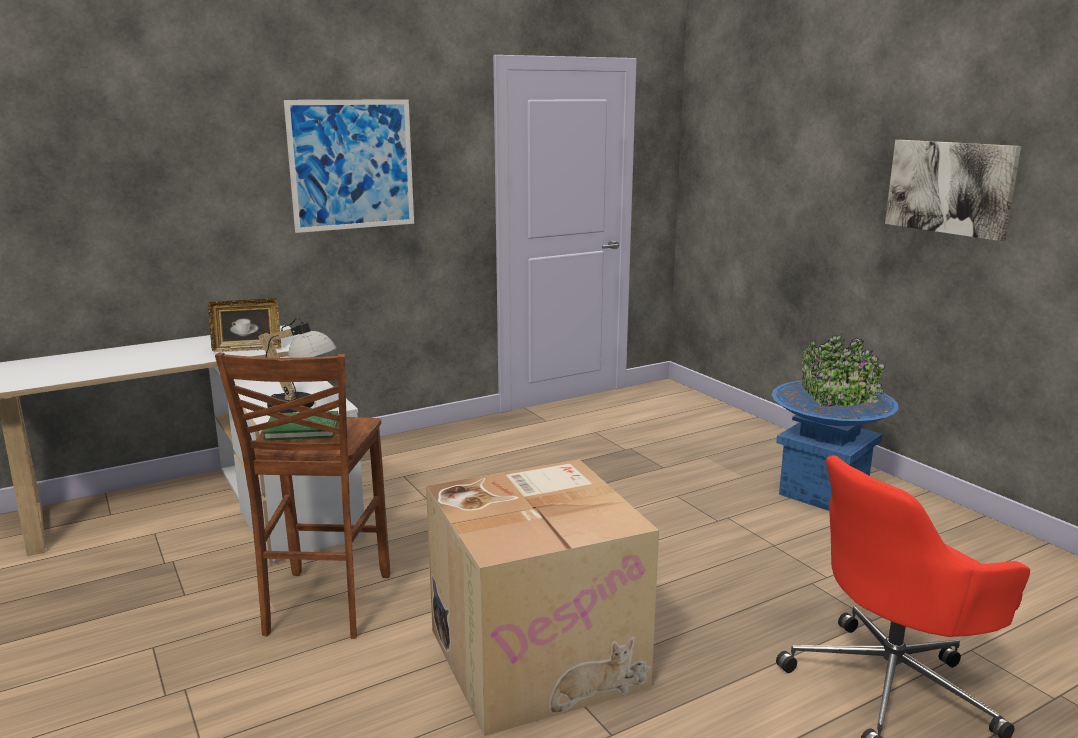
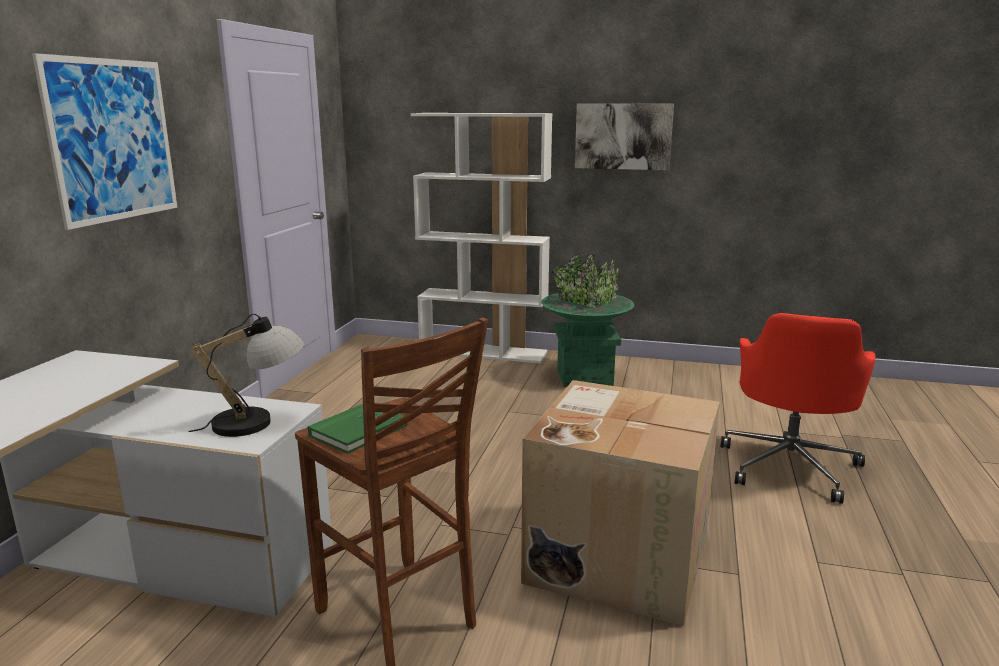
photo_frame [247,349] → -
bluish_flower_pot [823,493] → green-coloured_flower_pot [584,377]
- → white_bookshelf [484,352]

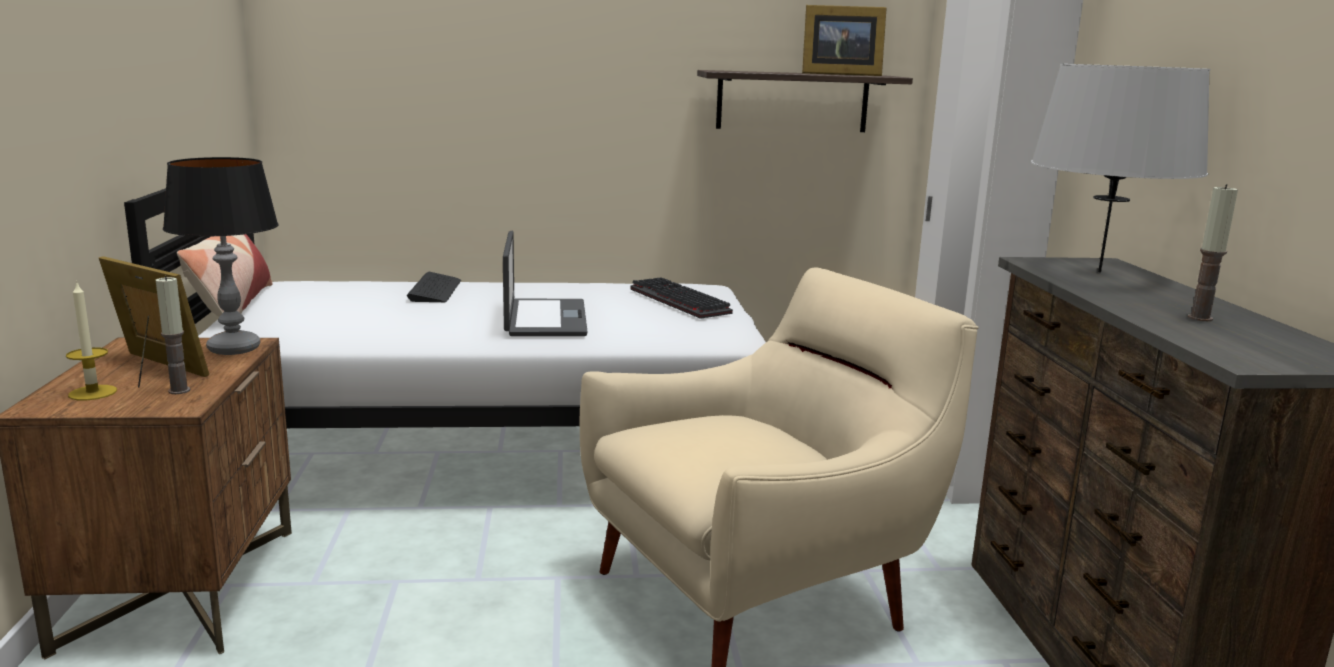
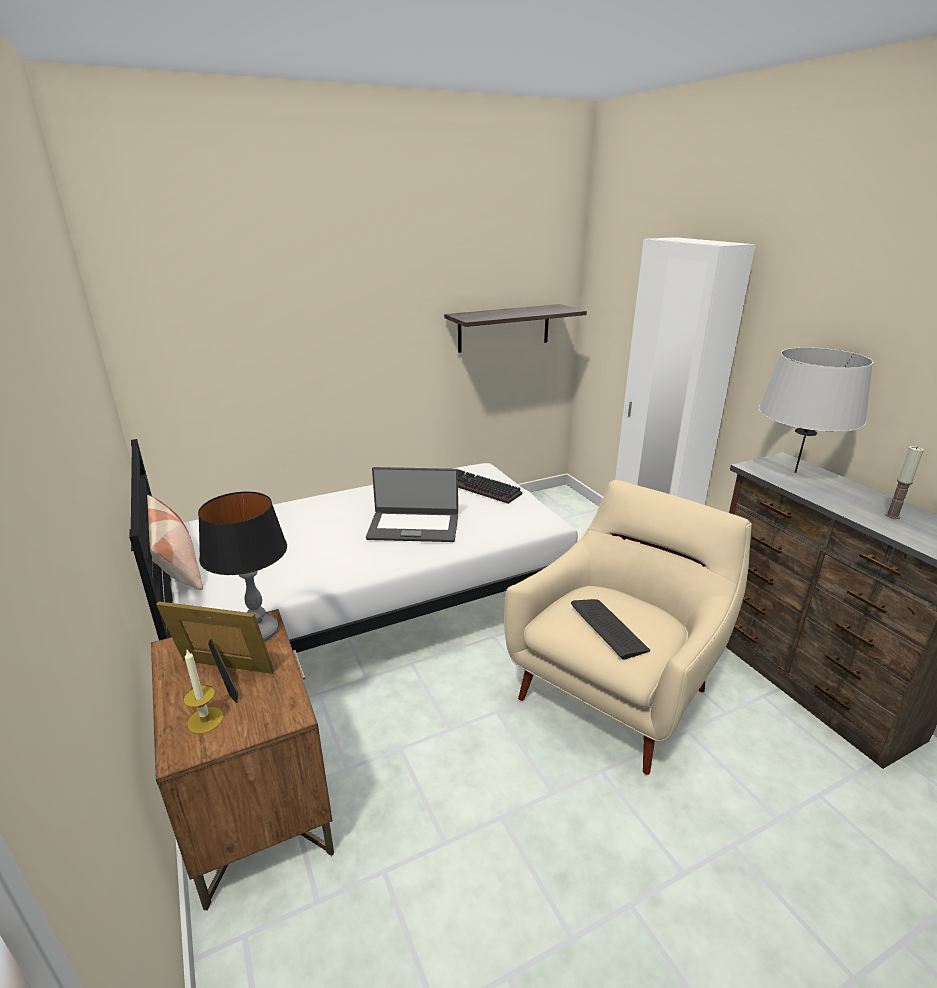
photo_frame [838,74] → -
laptop [544,319] → laptop [413,527], 120 degrees clockwise
keyboard [435,290] → keyboard [608,628], move
wax_candle [179,390] → -

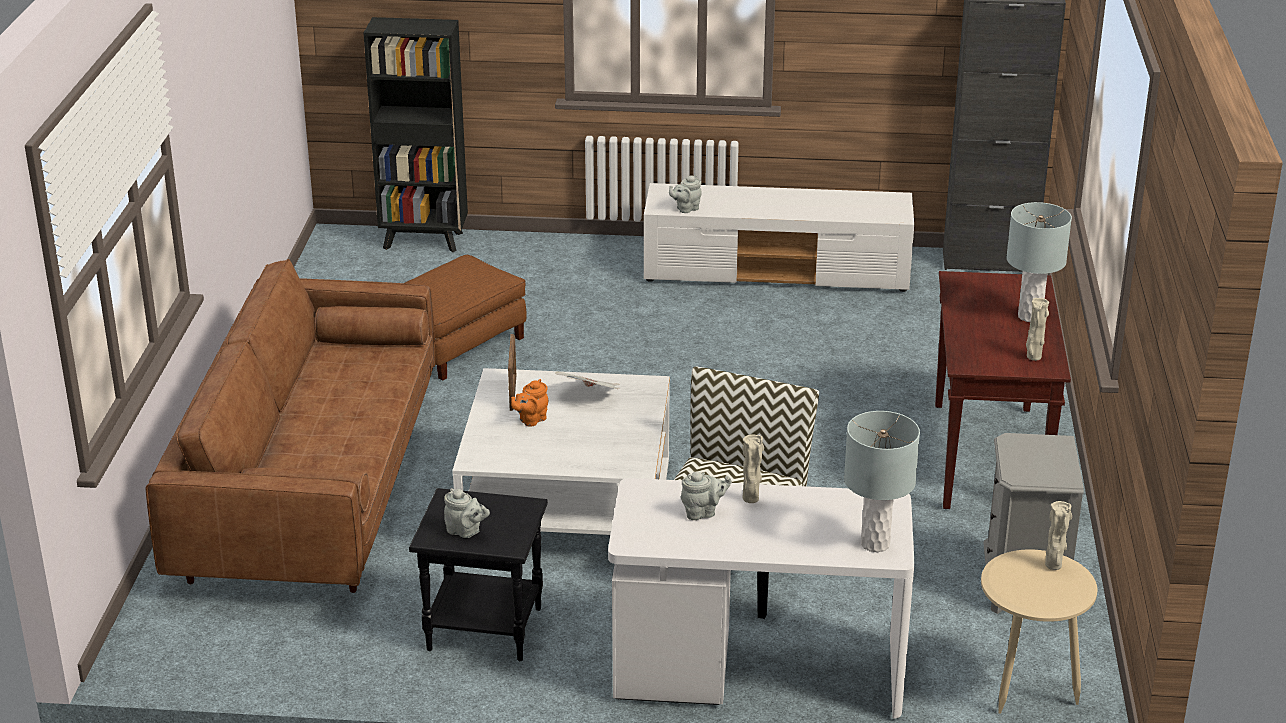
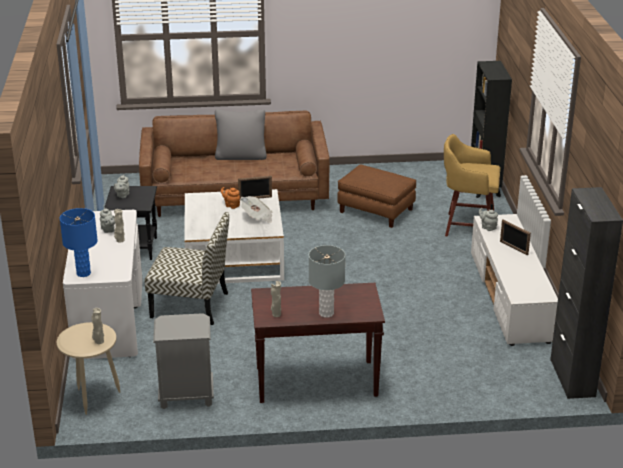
greyish_table_lamp [875,544] → bluish_table_lamp [83,273]
- → greyish_pillow [241,156]
- → yellow-coloured_stool [467,226]
- → photo_frame [513,248]

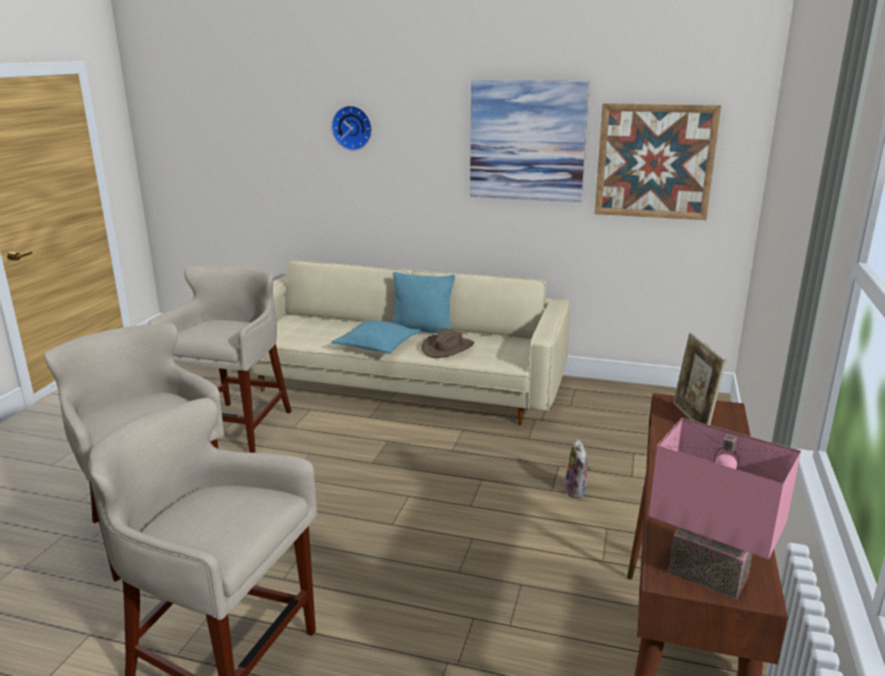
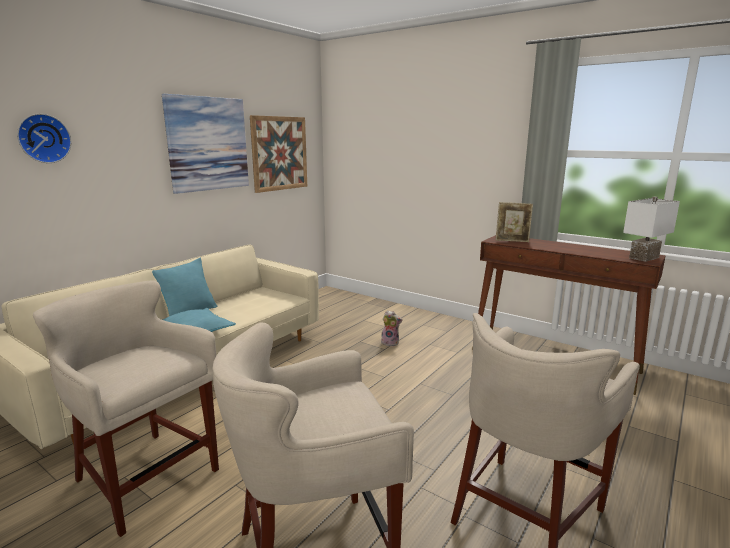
brown_clothing_hat [447,348] → -
pinkish_table_lamp [710,572] → white_table_lamp [642,257]

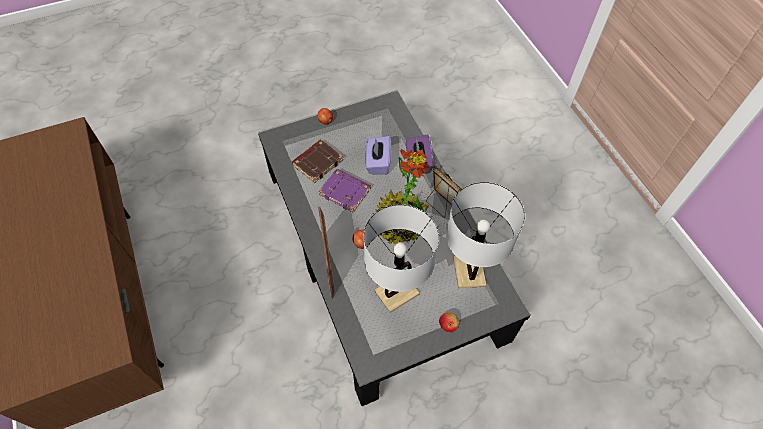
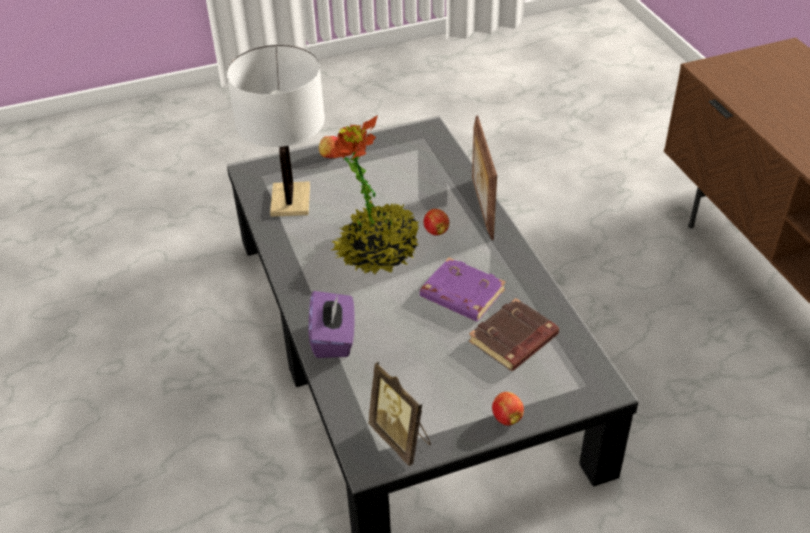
purplish_tissue_box [378,162] → -
photo_frame [441,205] → photo_frame [401,438], move
white_table_lamp [396,292] → -

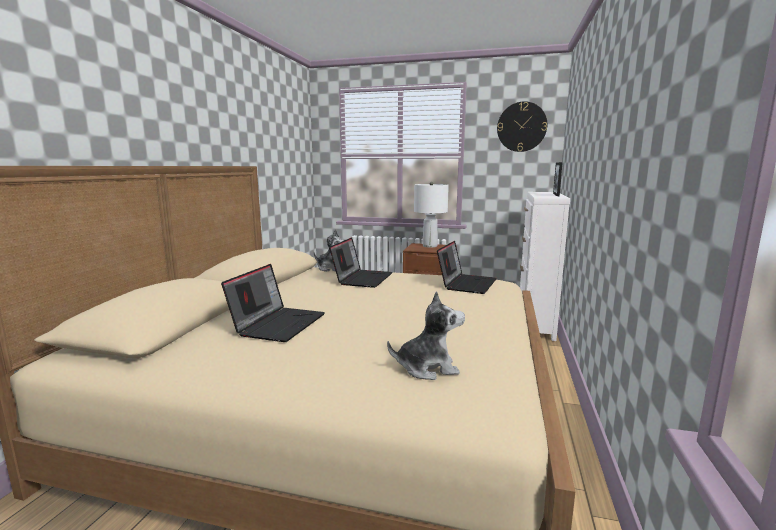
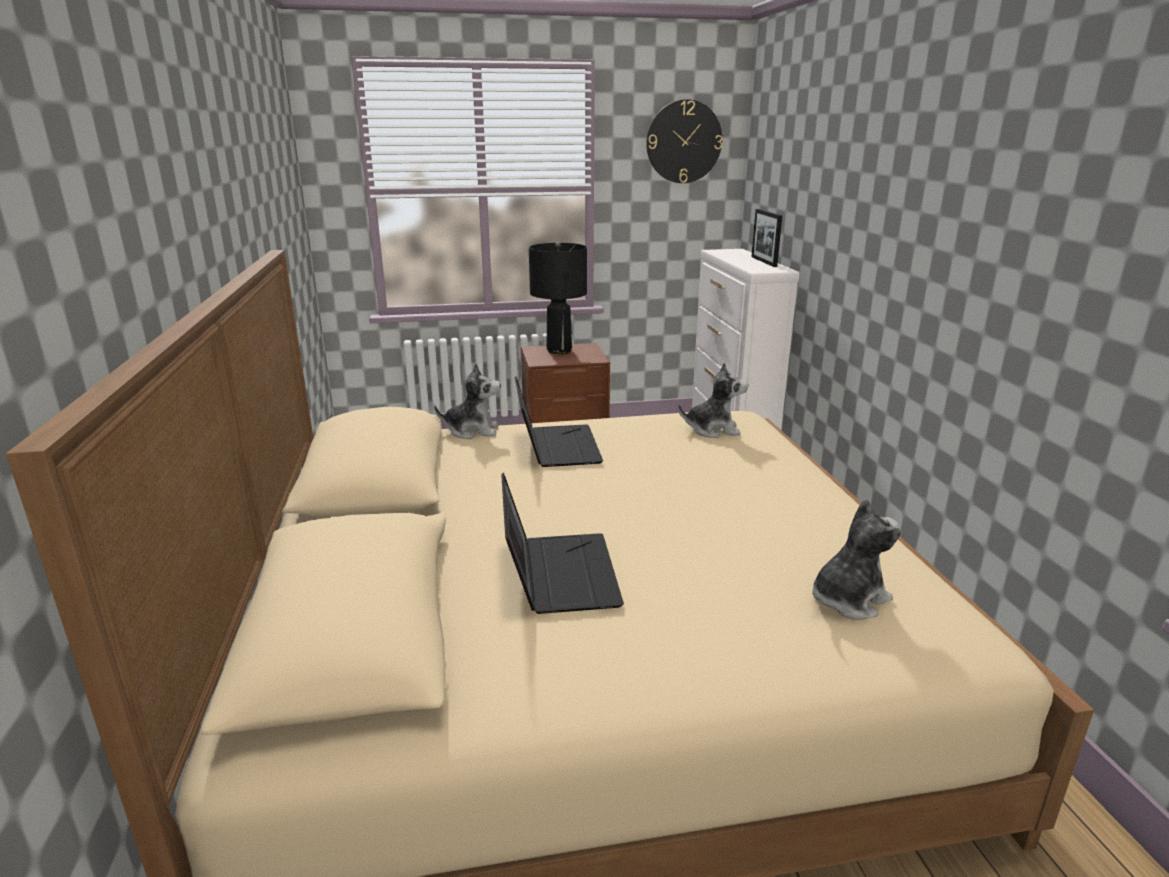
white_table_lamp [429,246] → black_table_lamp [559,350]
laptop [466,284] → plush_toy [712,430]

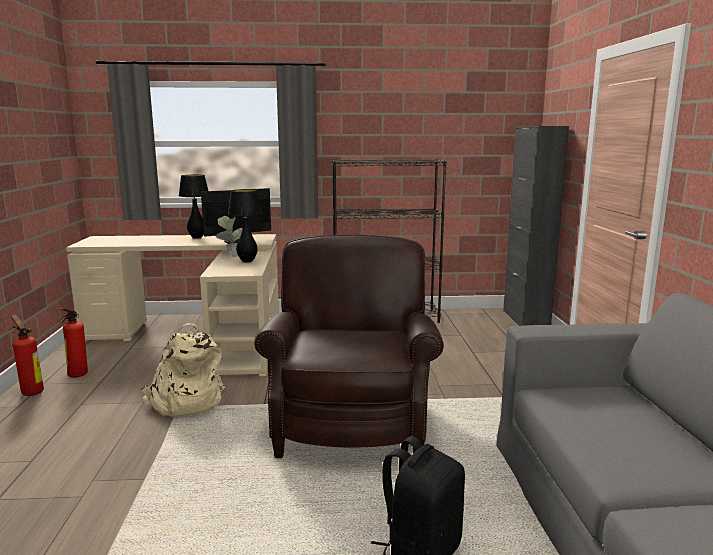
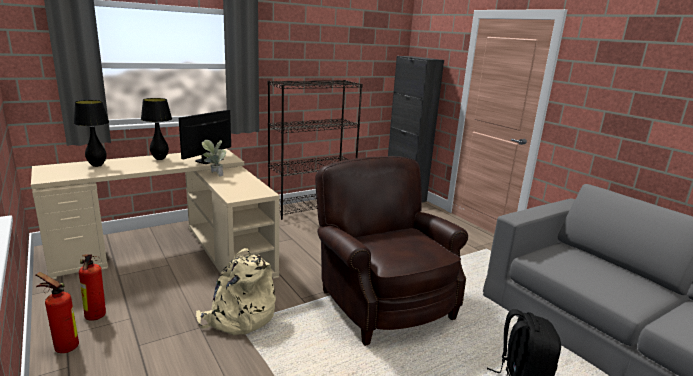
black_table_lamp [247,261] → black_table_lamp [97,165], move

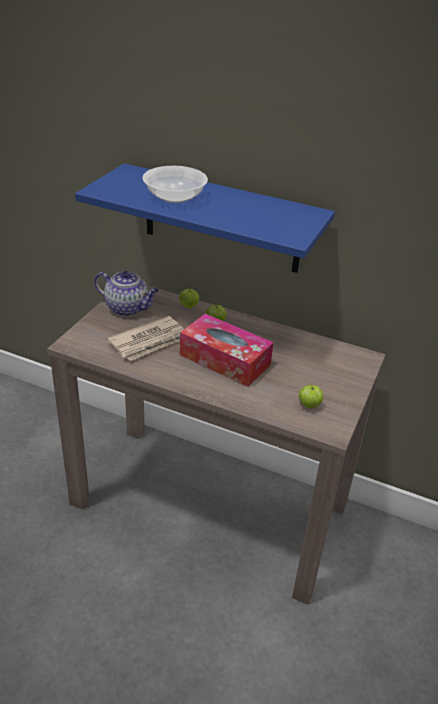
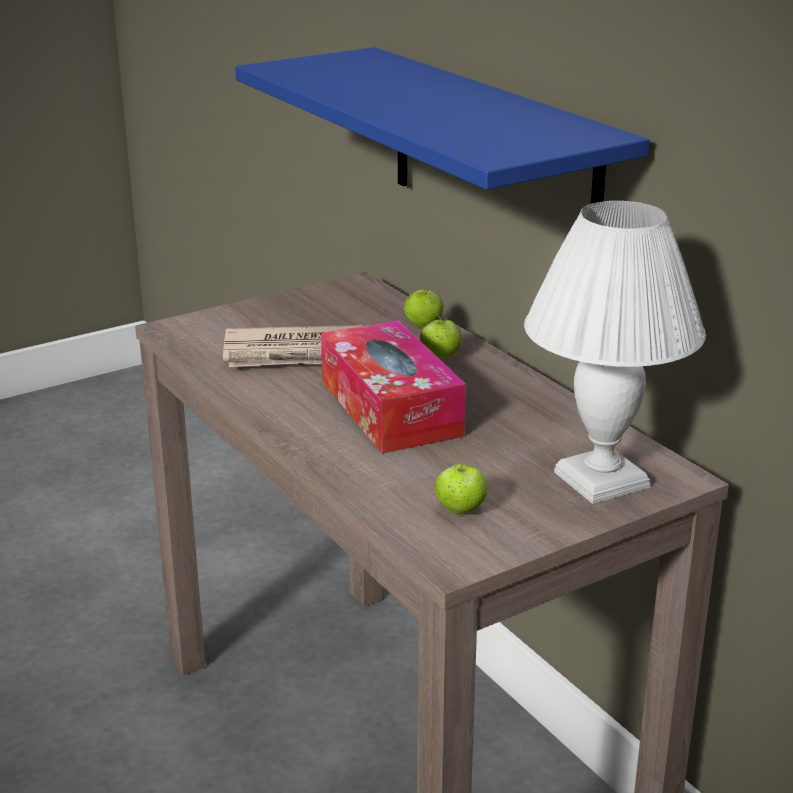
serving_bowl [175,197] → -
teapot [128,308] → -
- → white_table_lamp [600,481]

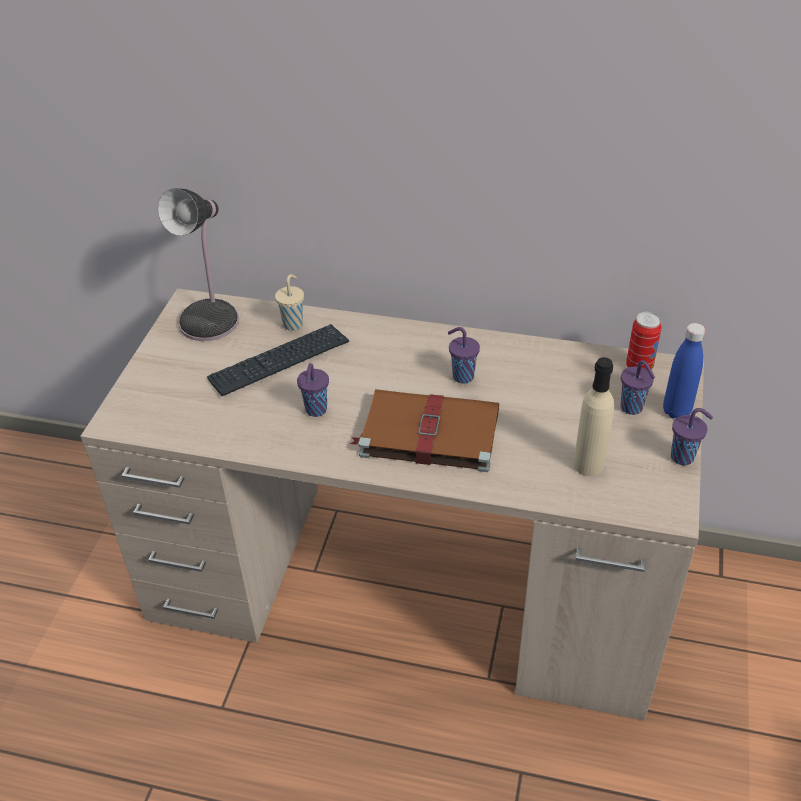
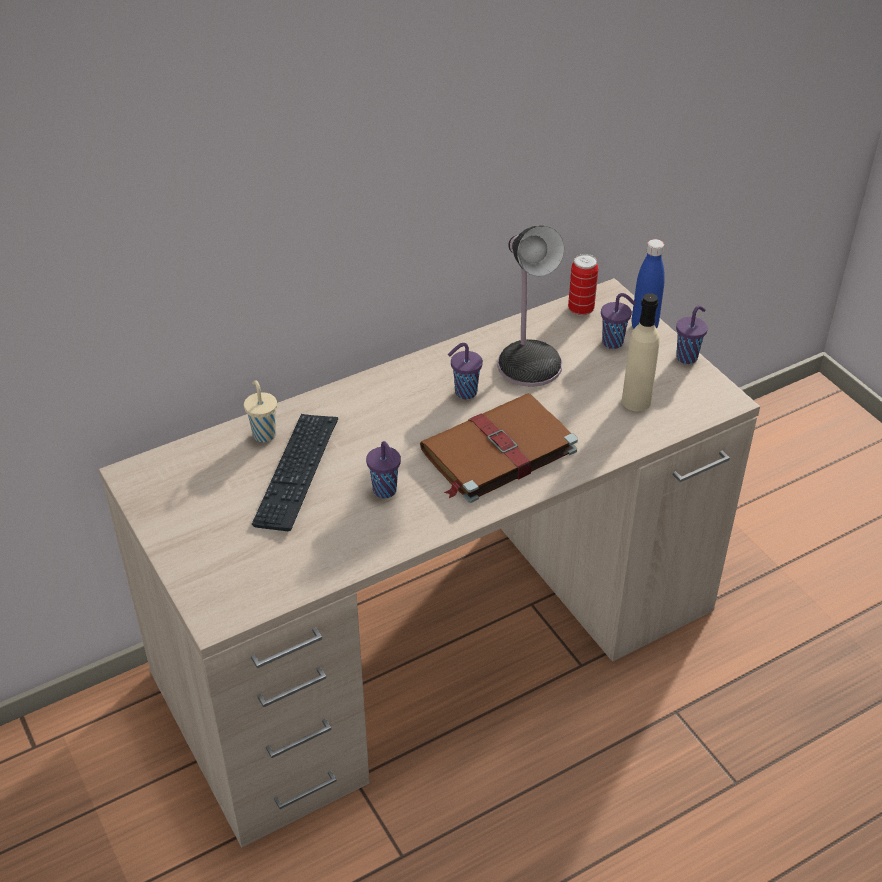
table_lamp [212,319] → table_lamp [528,362], move

